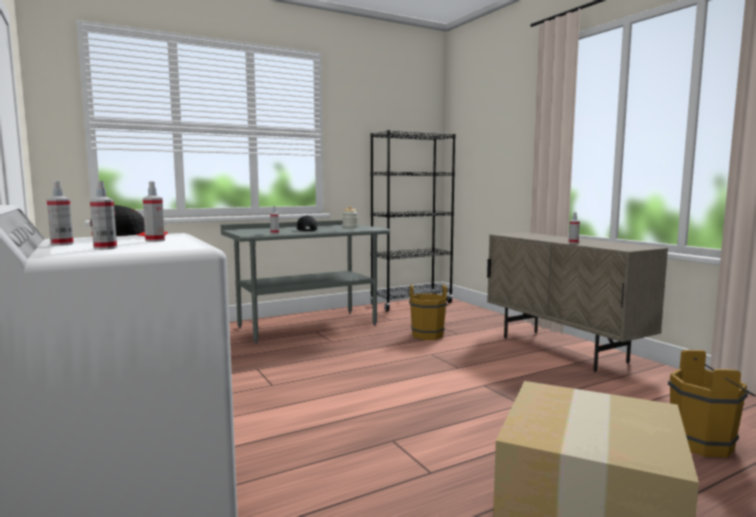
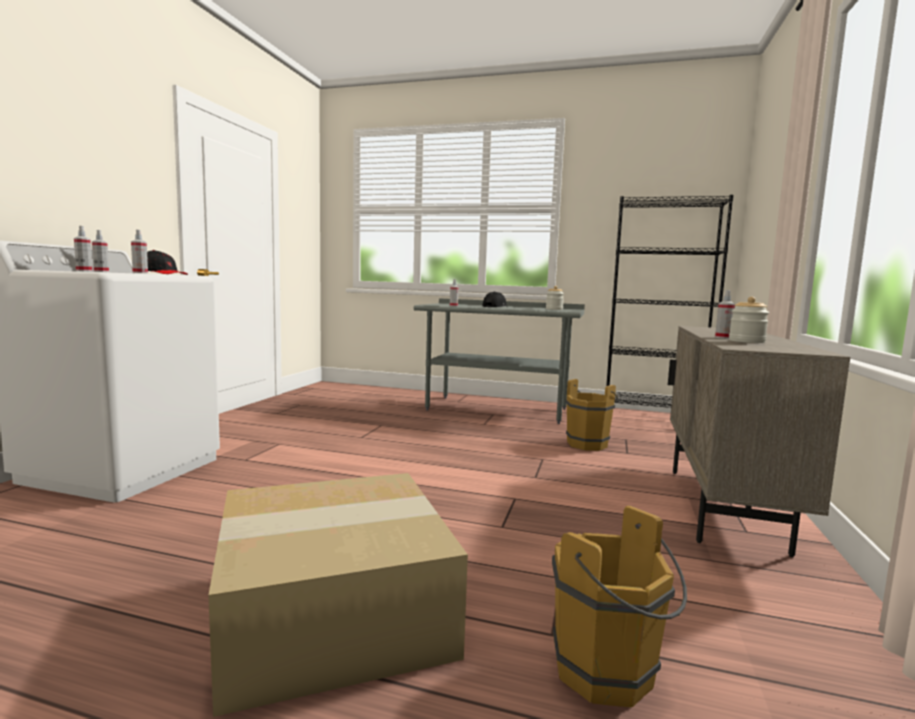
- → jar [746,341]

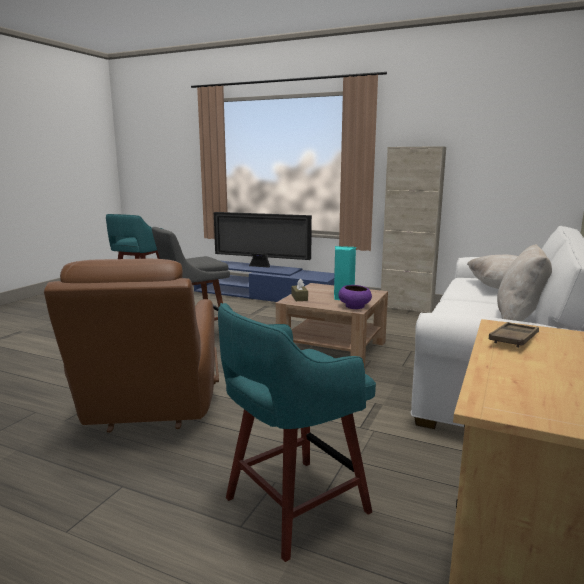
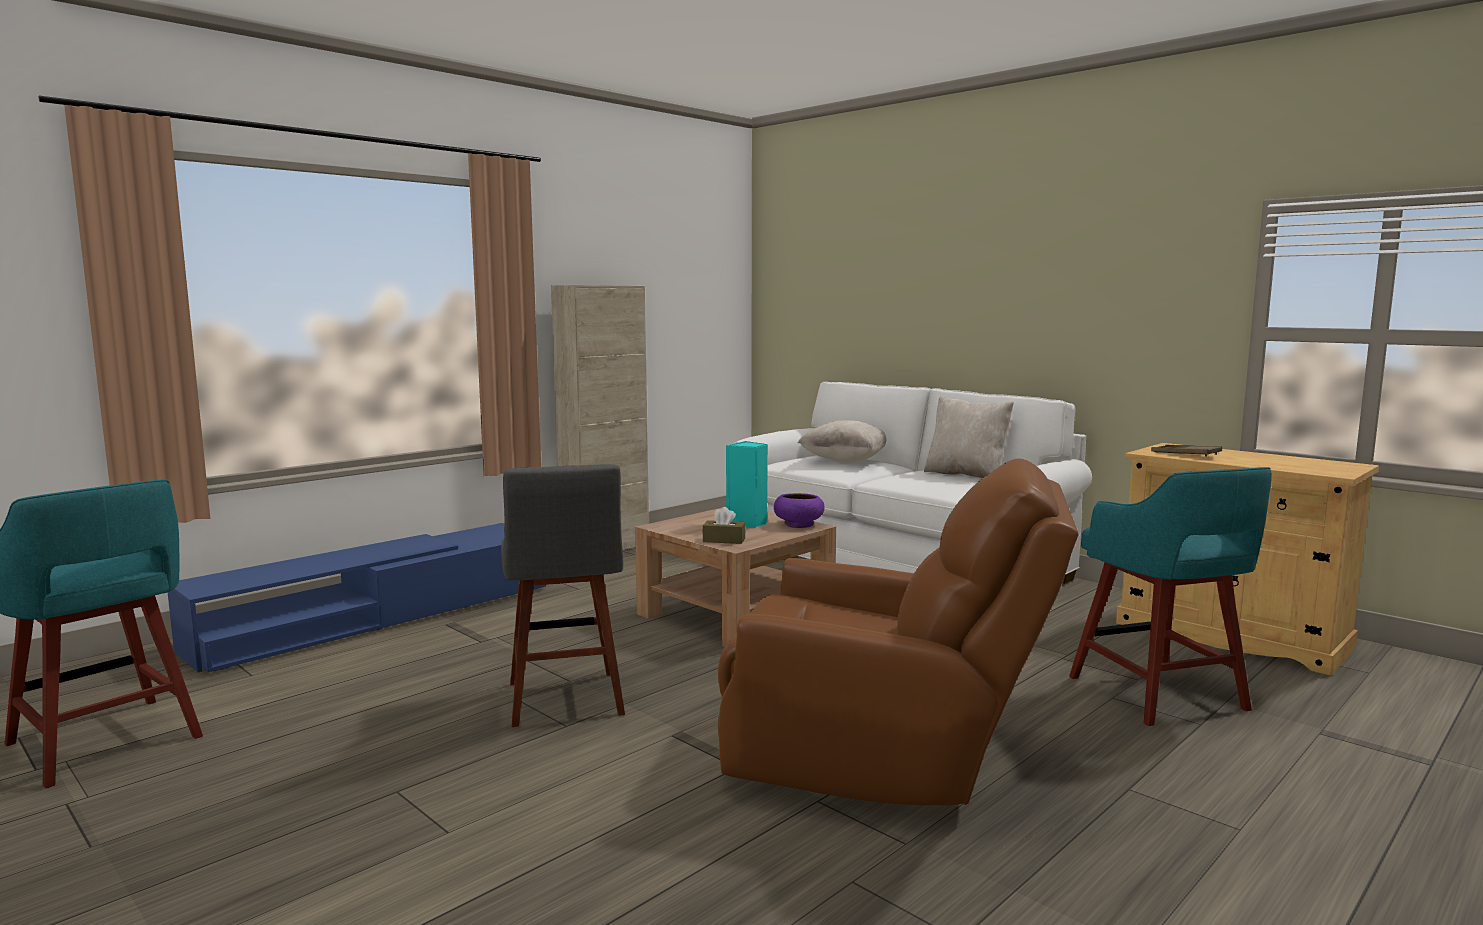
TV_set [261,266] → -

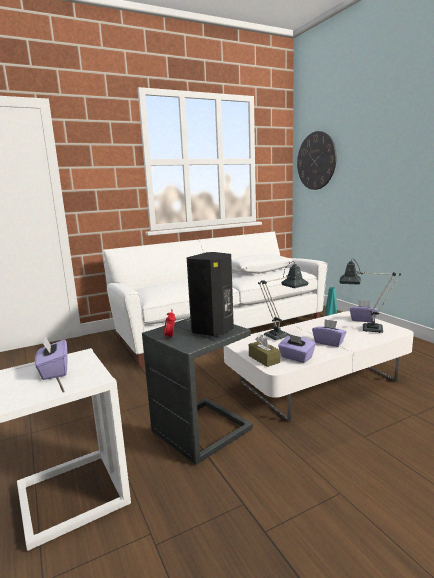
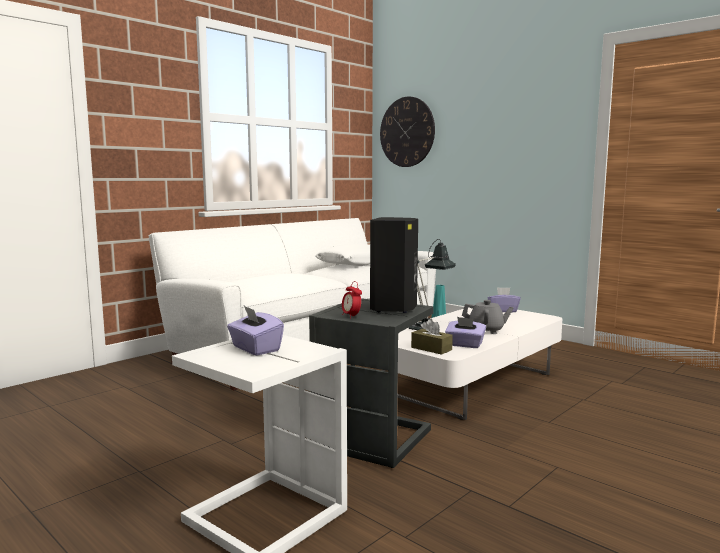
table_lamp [366,329] → -
purplish_tissue_box [329,342] → greyish_teapot [486,330]

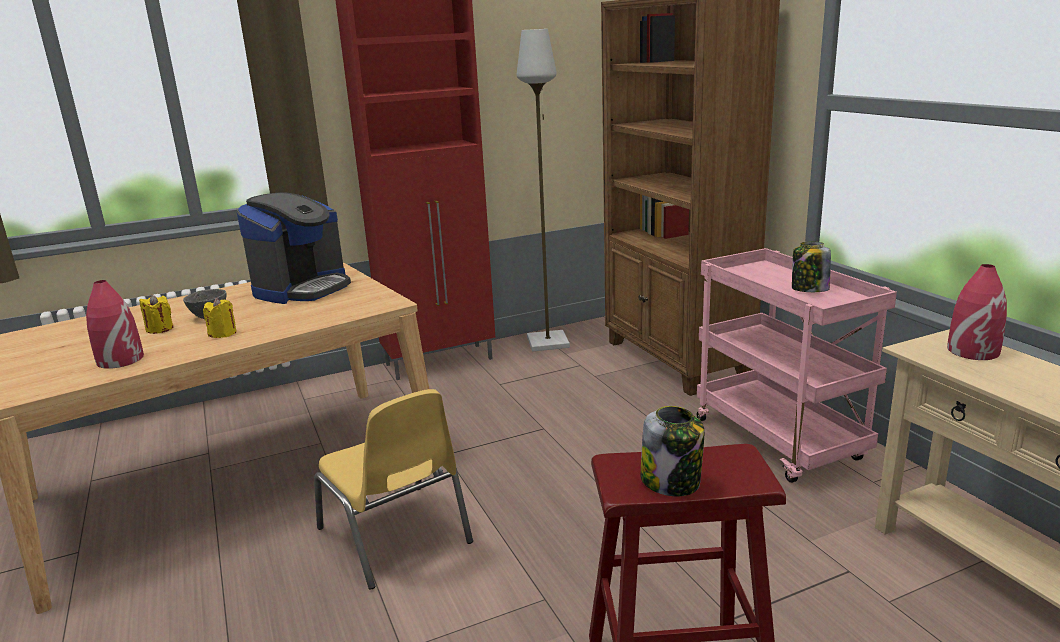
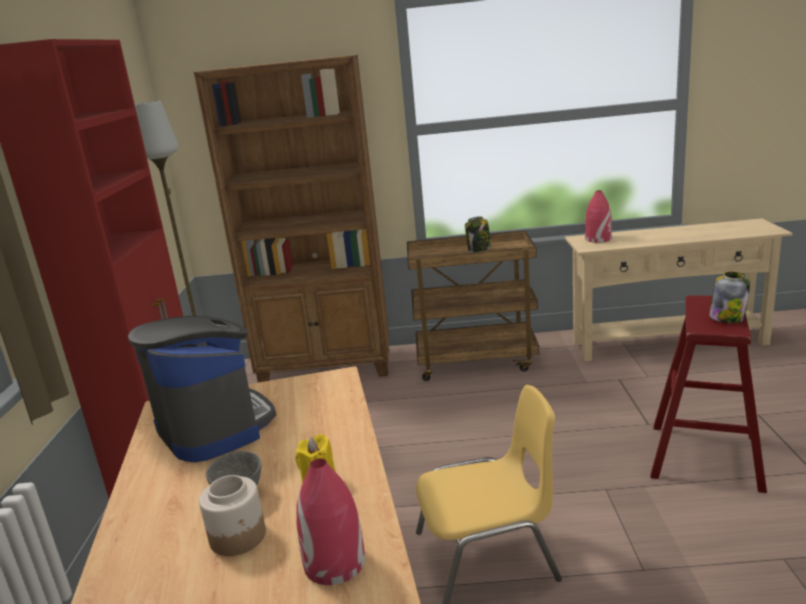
pinkish_trolley [780,441] → brown_trolley [476,361]
yellow-coloured_wax_candle [159,329] → jar [238,537]

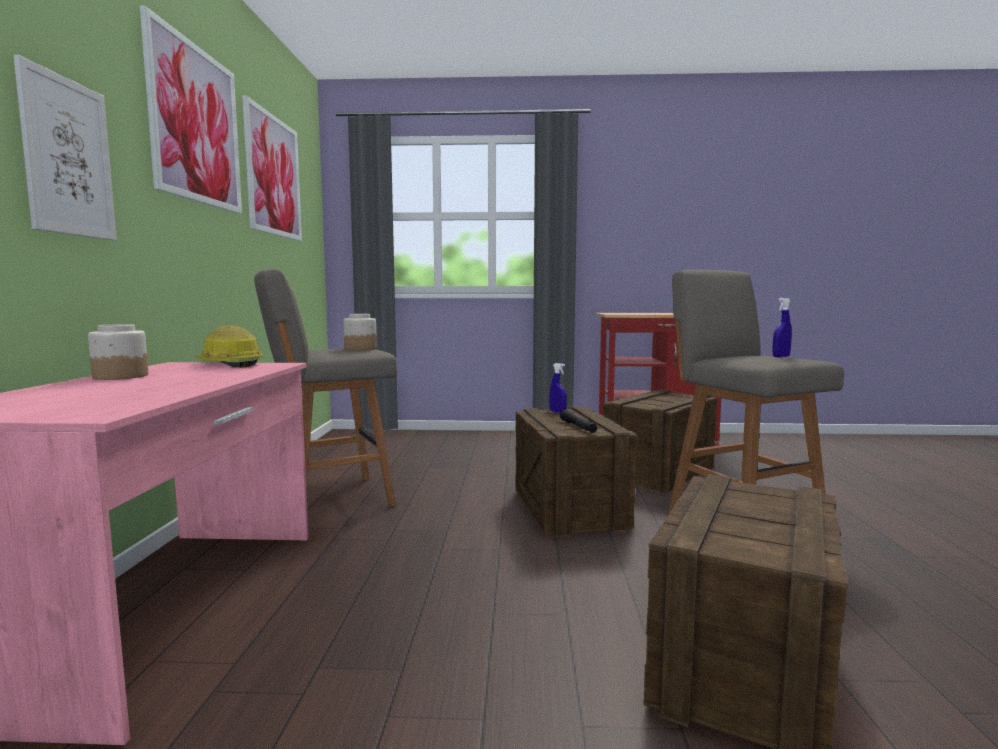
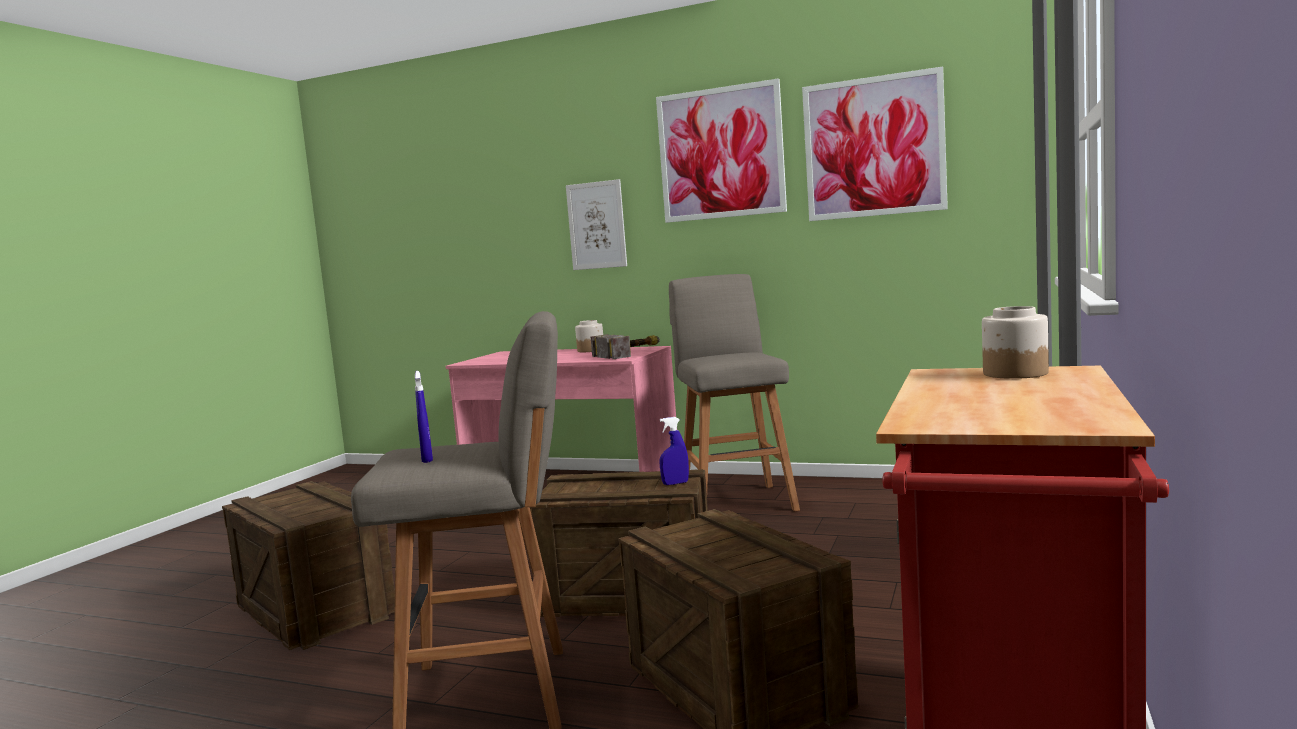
jar [360,348] → jar [1014,373], move
work_helmet [229,365] → hammer [632,353]
black_hand_torch [578,427] → -

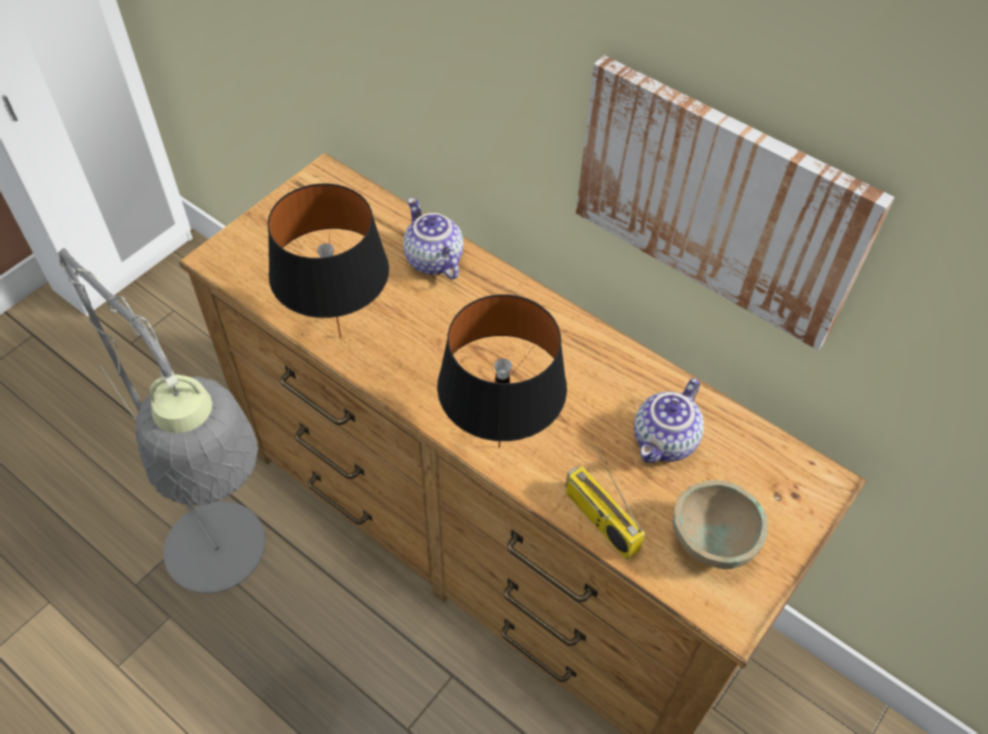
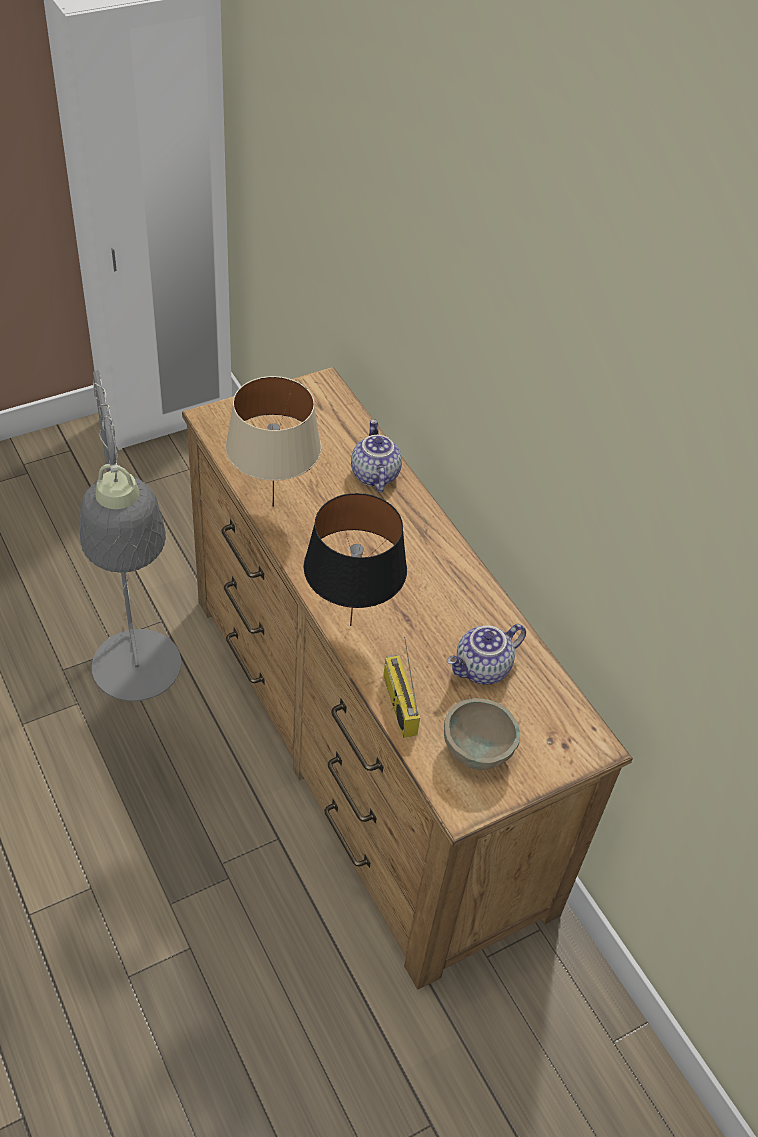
picture [718,201] → -
black_table_lamp [339,336] → sand-coloured_table_lamp [272,505]

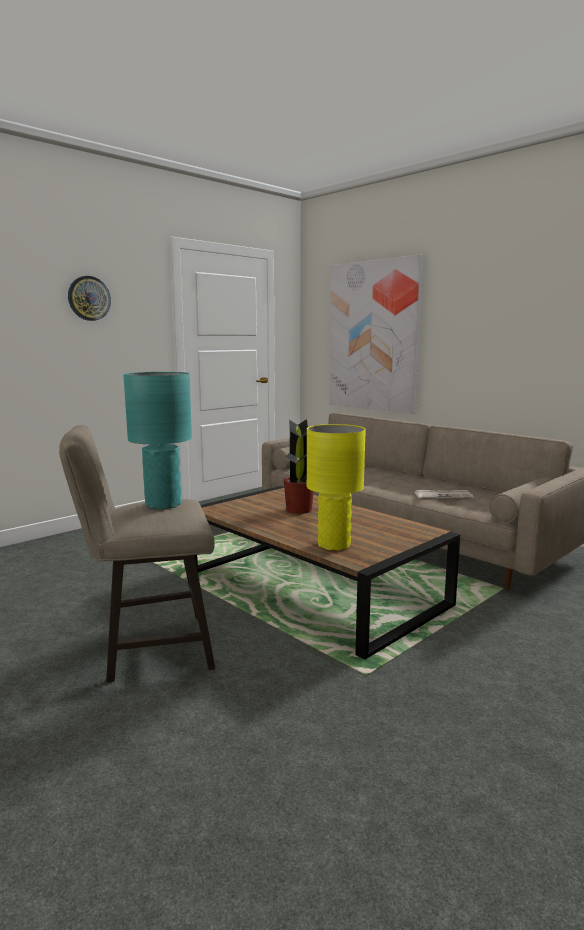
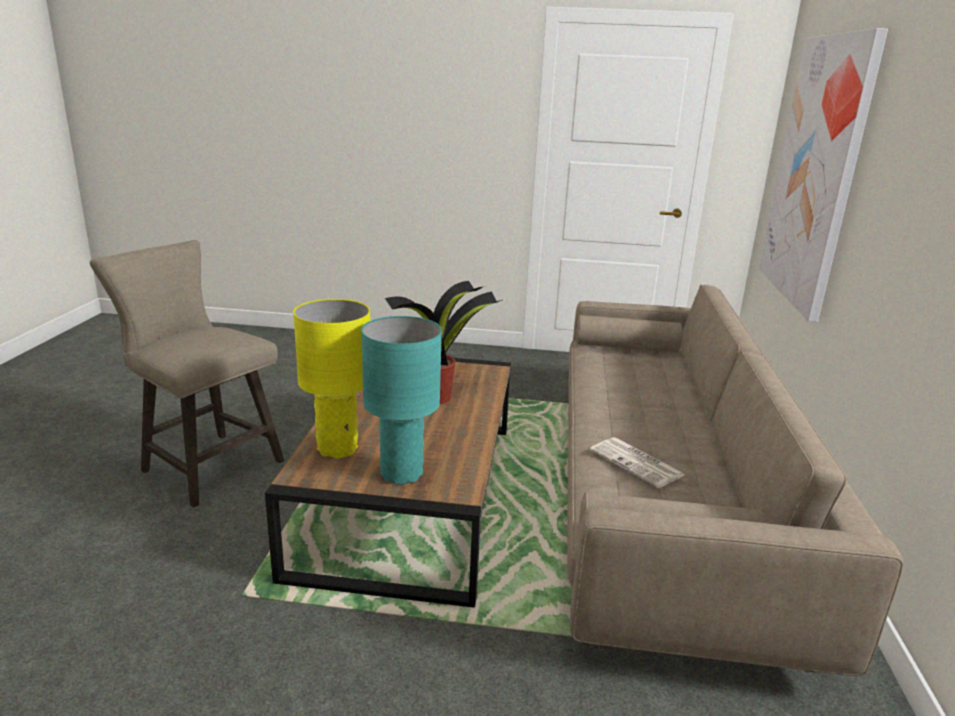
clock_on_the_wall [89,298] → -
blue-green_table_lamp [163,504] → blue-green_table_lamp [401,473], move

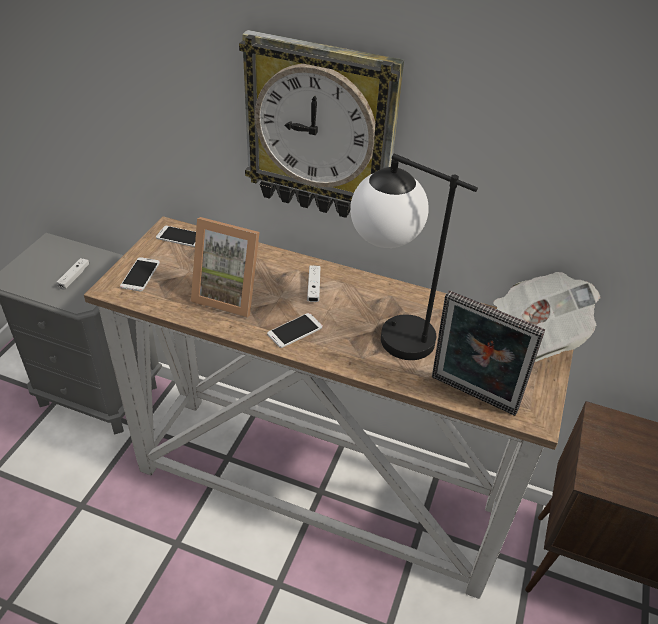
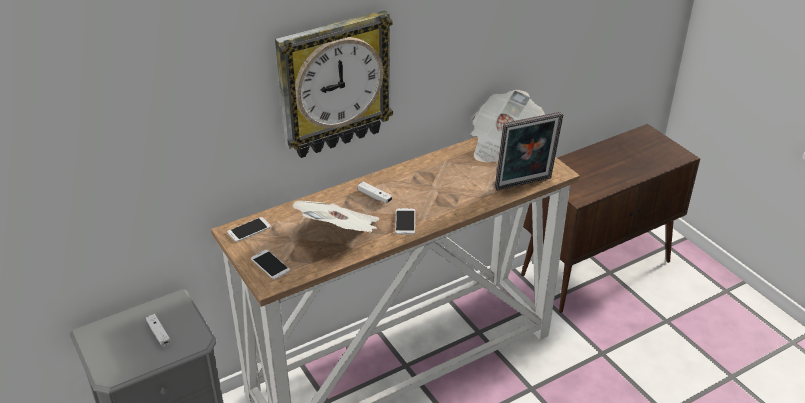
table_lamp [388,330] → -
photo_frame [230,295] → daily_paper [340,233]

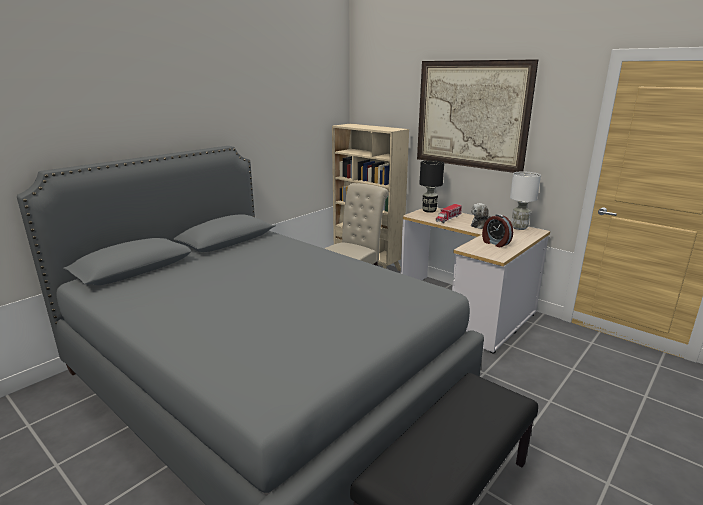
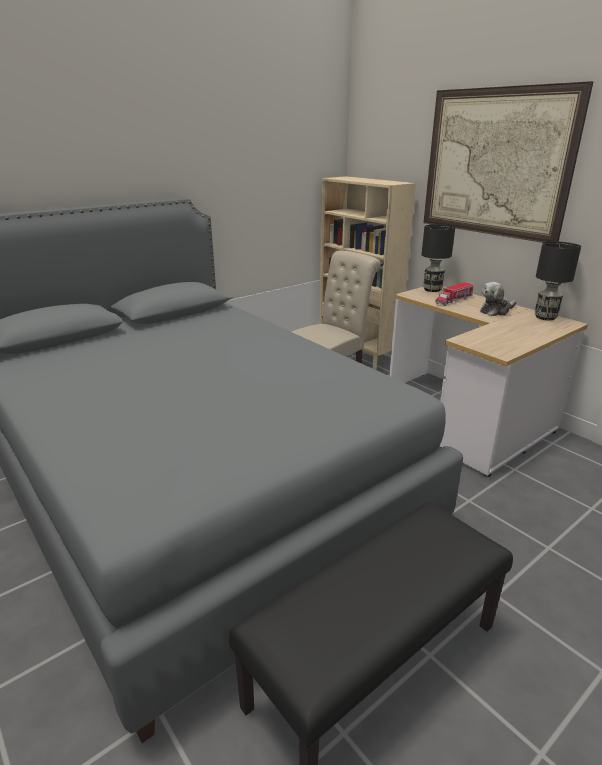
white_table_lamp [519,228] → black_table_lamp [545,317]
alarm_clock [495,243] → -

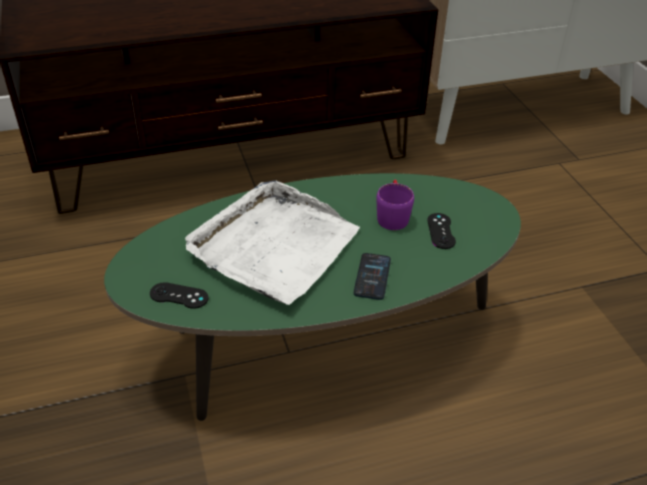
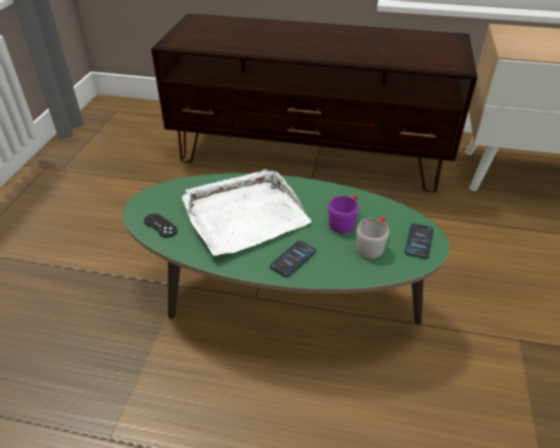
black_joypad [441,231] → greyish_tea_mug [372,245]
- → handset [419,241]

